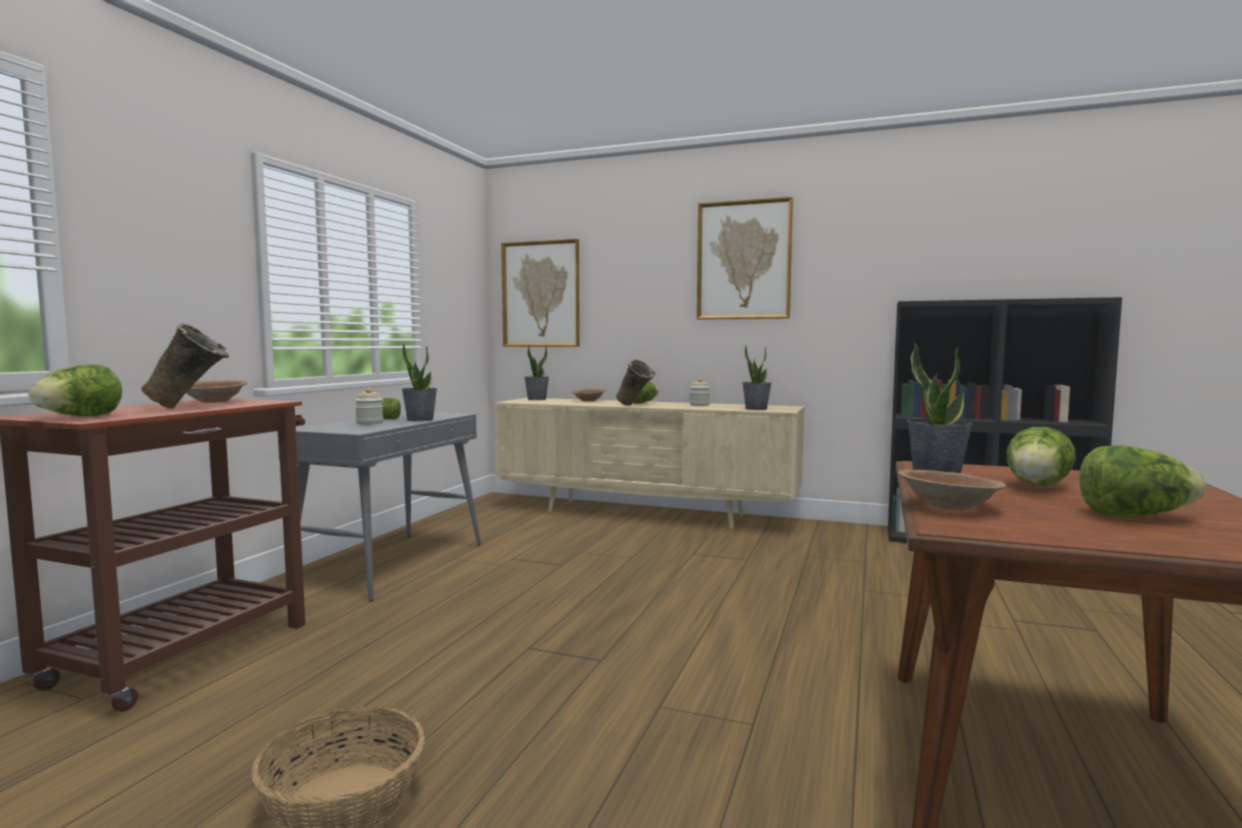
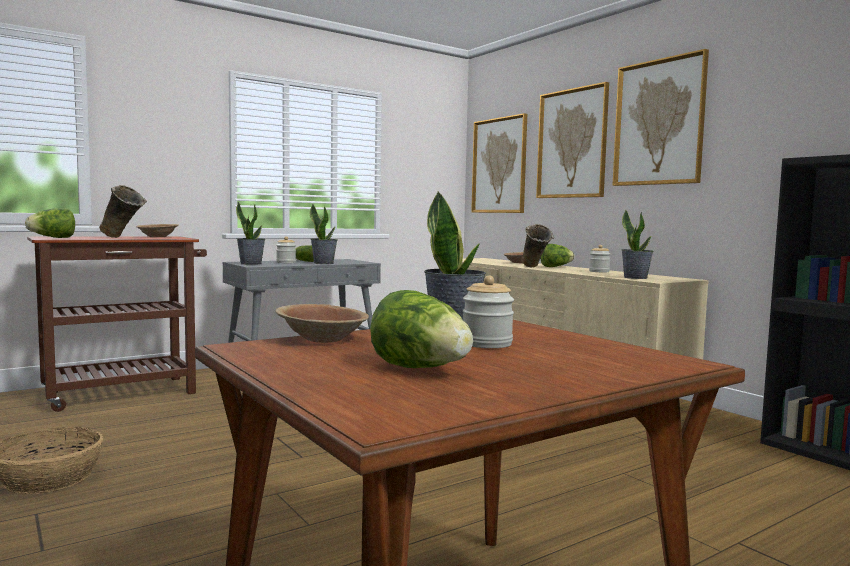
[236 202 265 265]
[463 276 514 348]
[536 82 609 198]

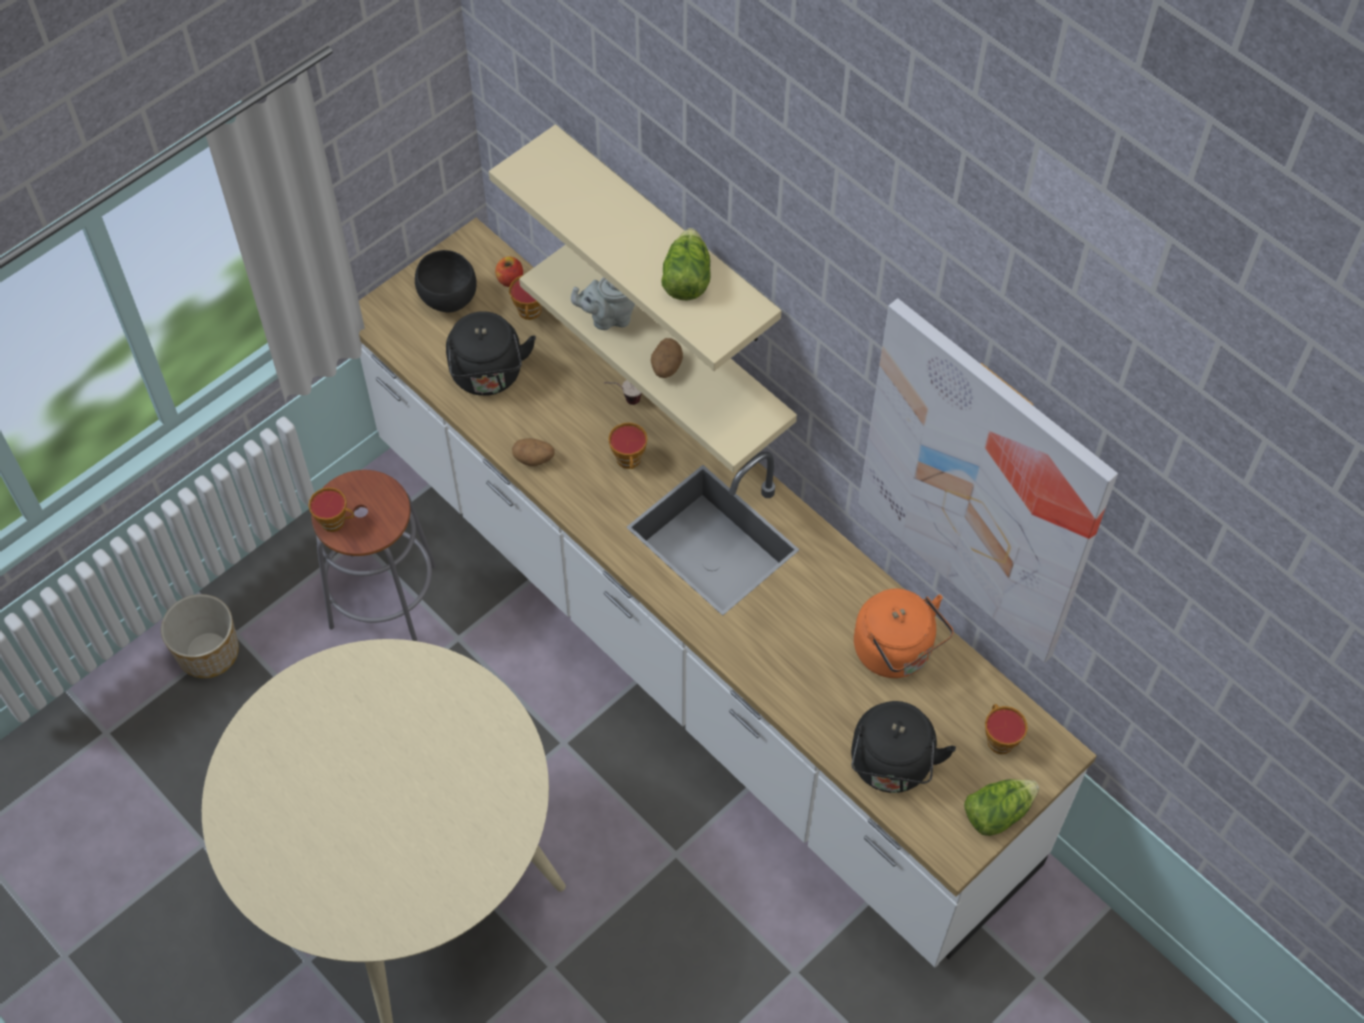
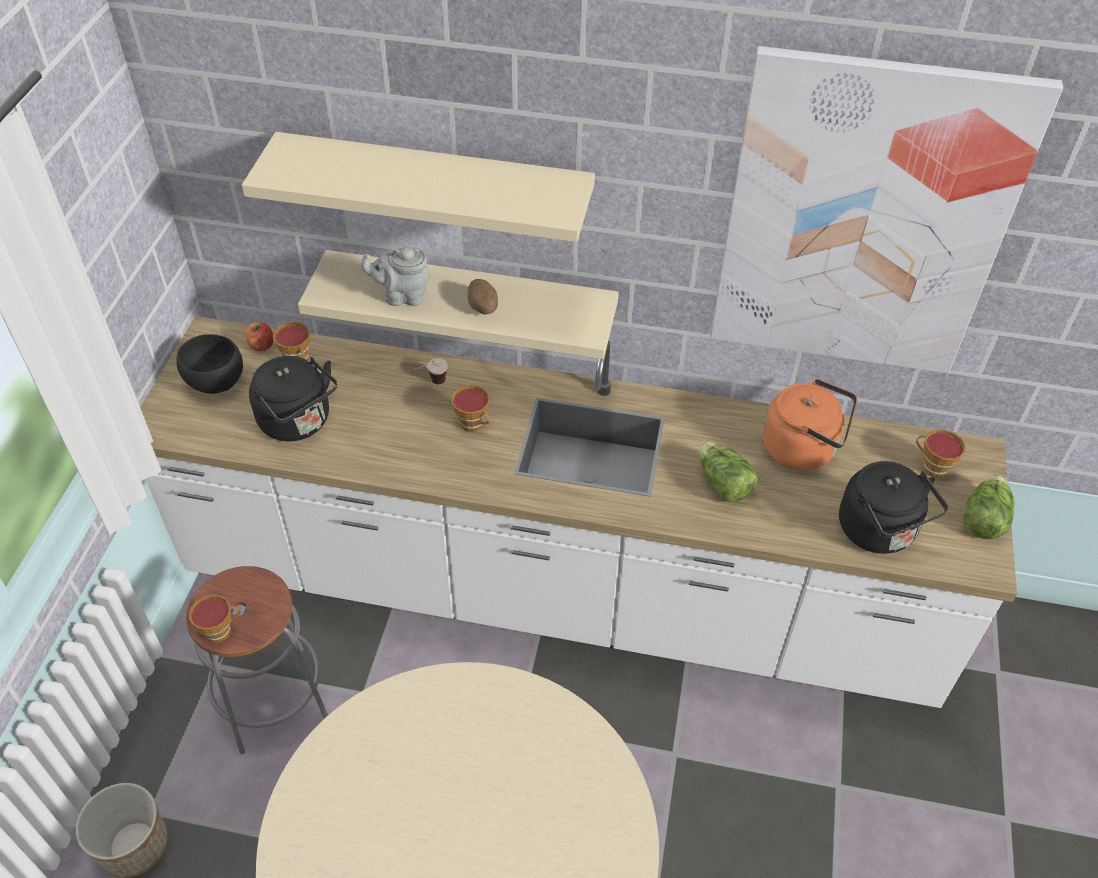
[700 441 757 503]
[361 246 430 306]
[512 438 554 467] (first image)

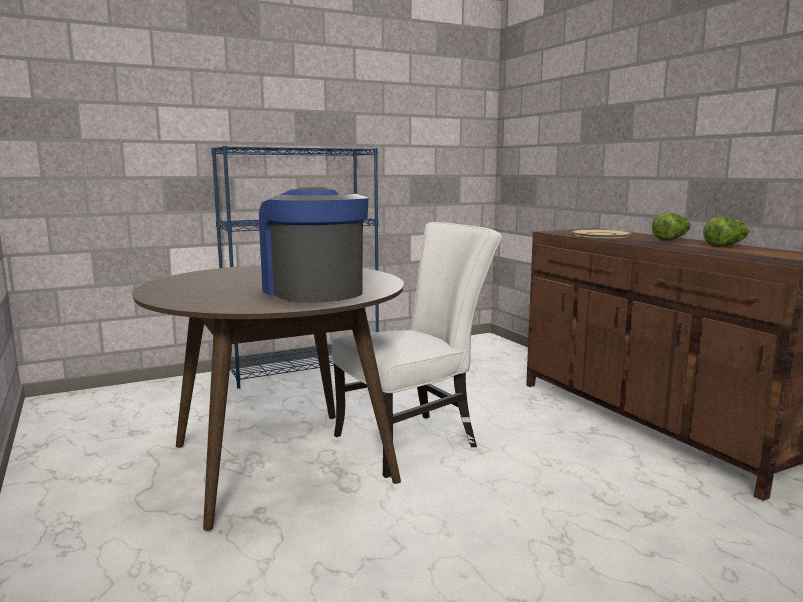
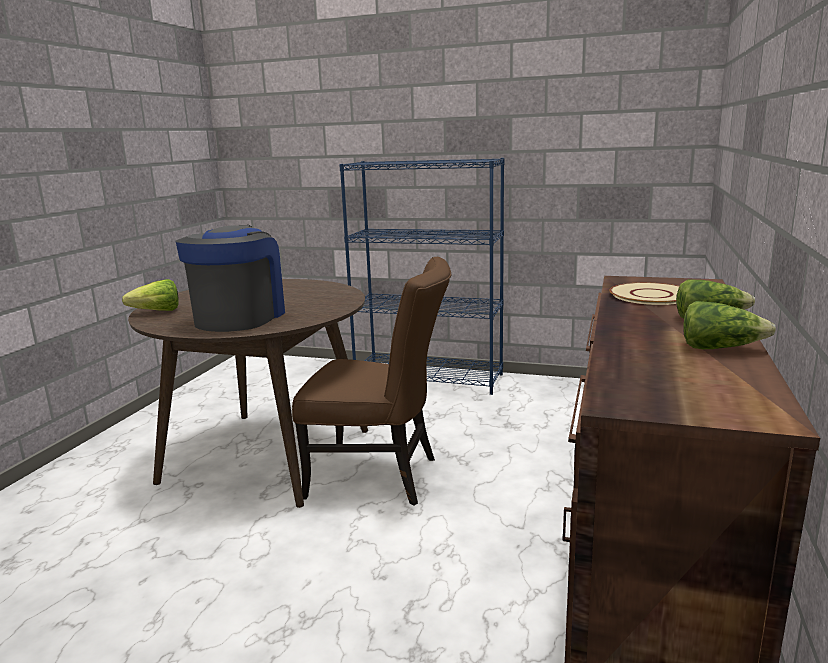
[292 257 451 506]
[122 279 179 311]

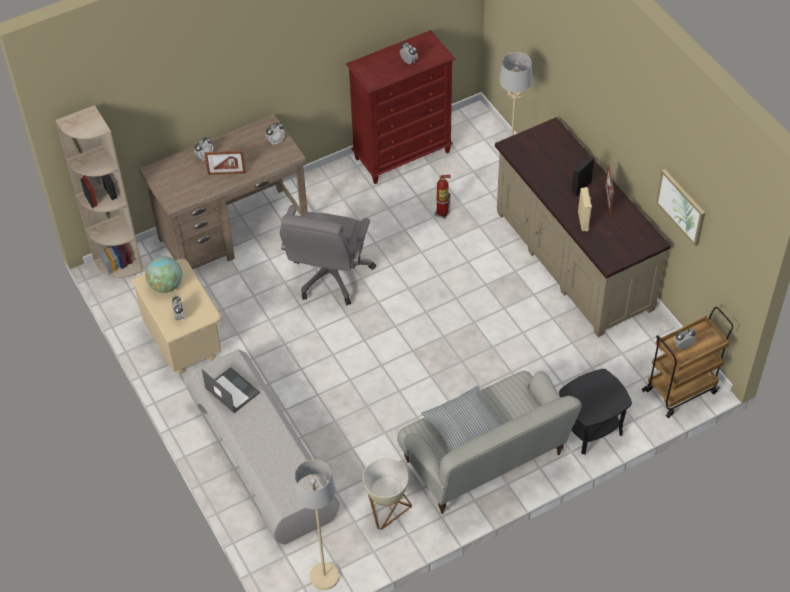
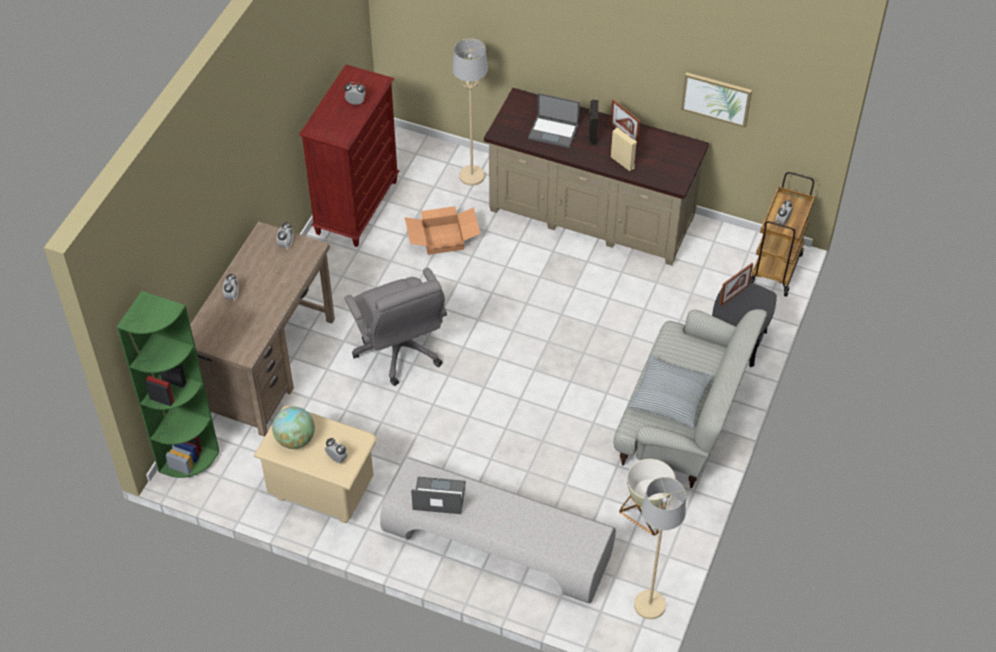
[117 291 220 478]
[719 263 753 306]
[405 206 480 255]
[528 93 580 148]

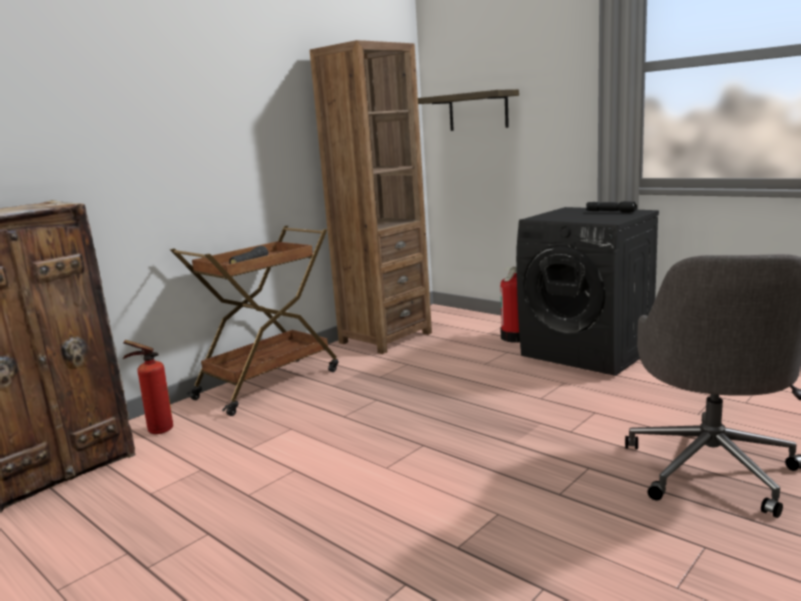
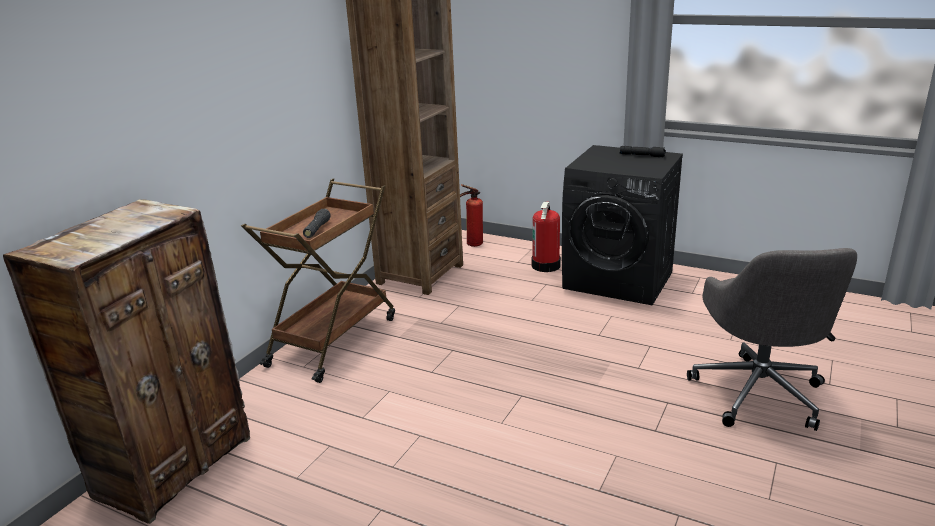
[418 89 519 131] (first image)
[460 184 483 247]

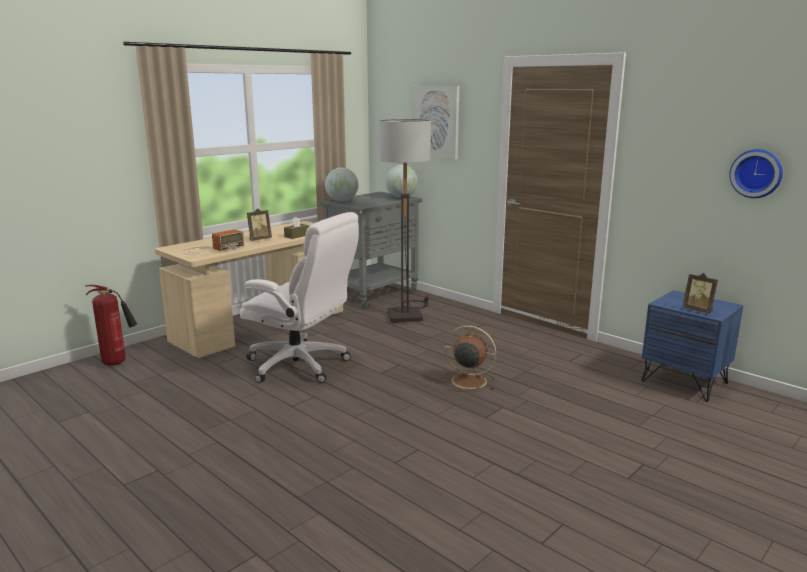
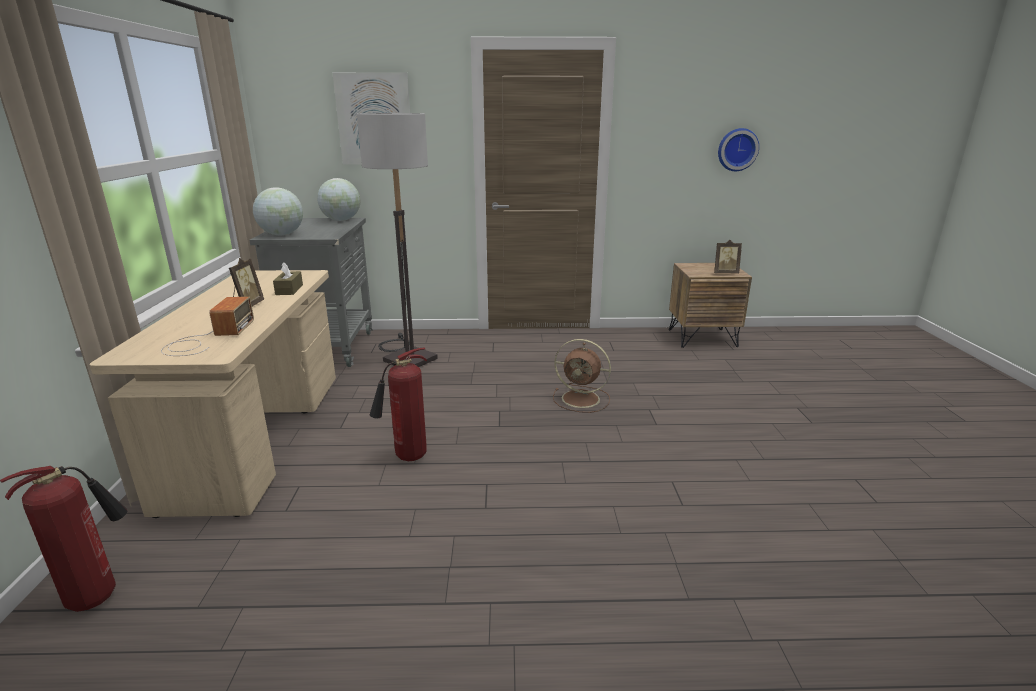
[369 347 427 461]
[669 263 752 348]
[553 339 611 413]

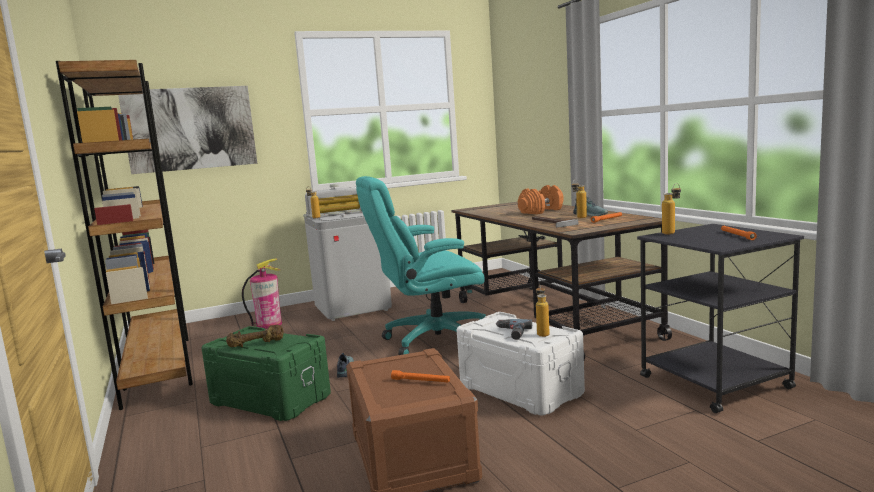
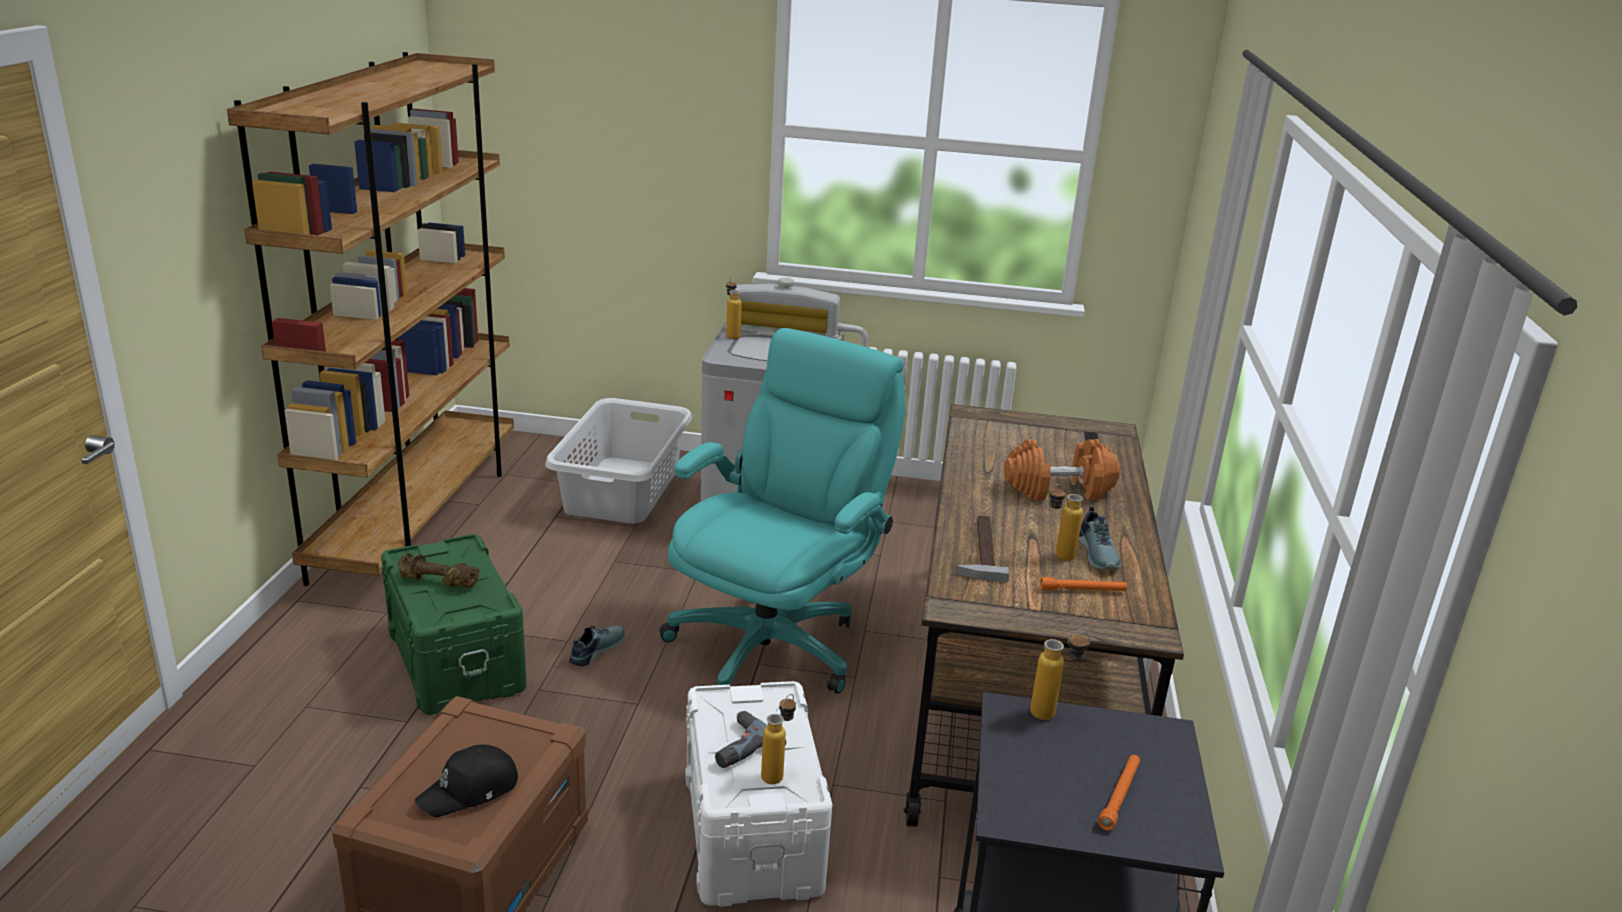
[118 86 257 174] (first image)
[660 328 905 694]
[545 398 692 523]
[415 744 518 817]

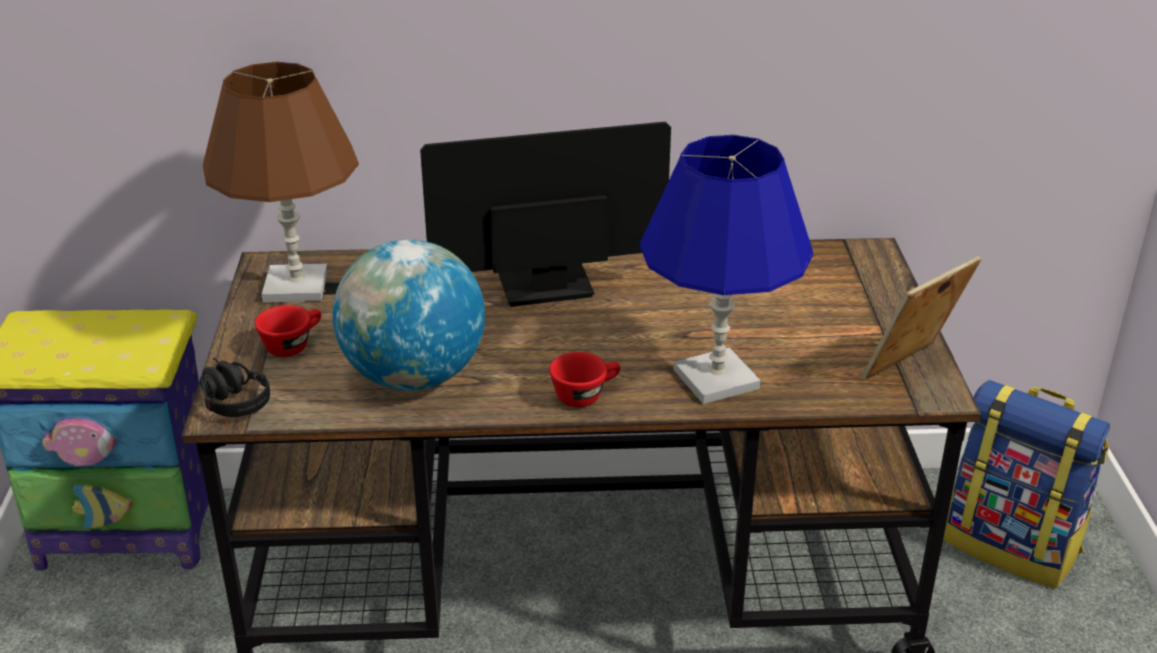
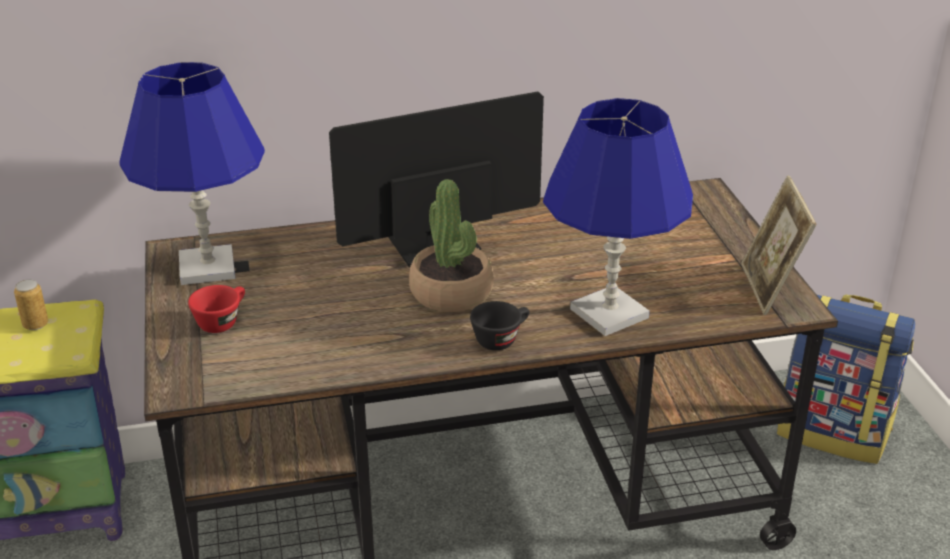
[119 62 265 285]
[333 239 485 391] (first image)
[741 175 817 315]
[470 301 530 350]
[200 358 270 417] (first image)
[409 179 494 312]
[14 279 48 330]

